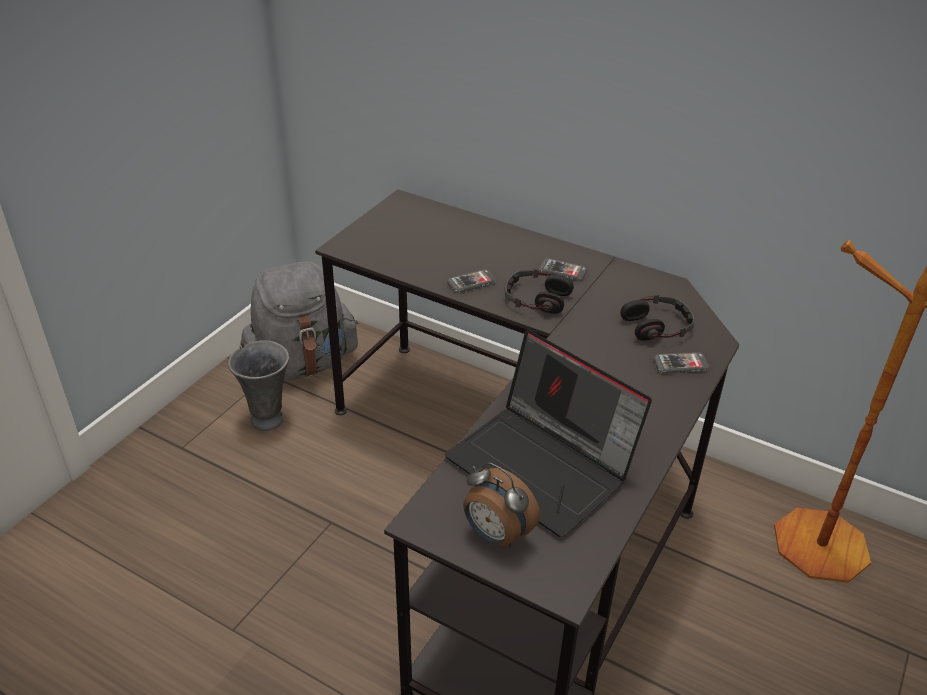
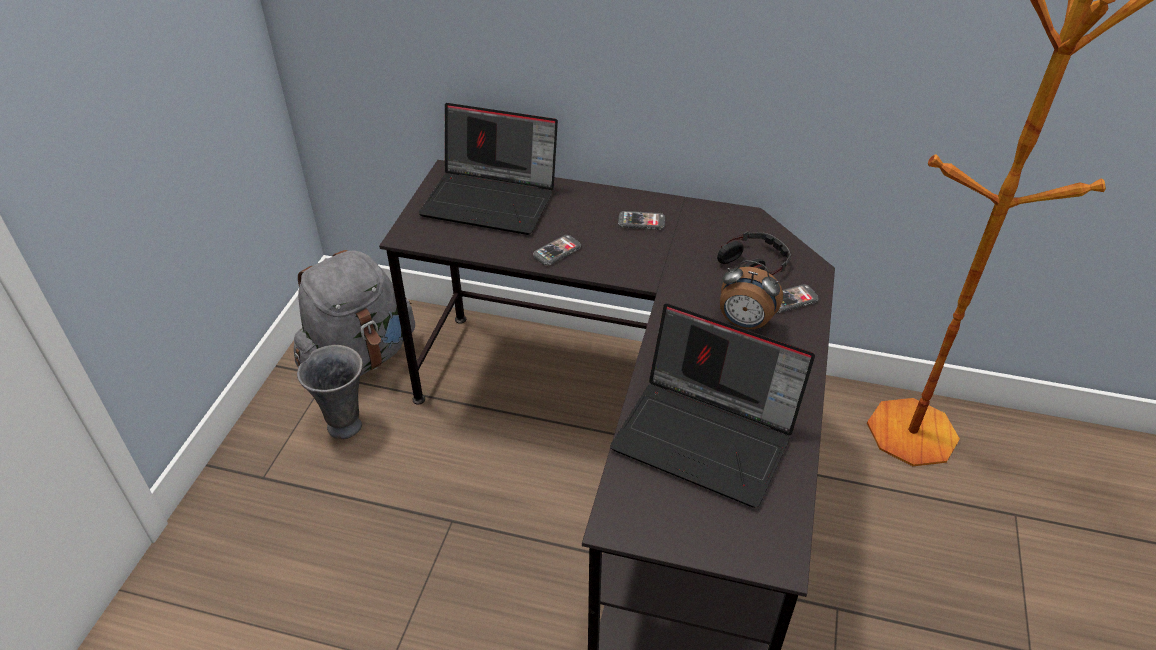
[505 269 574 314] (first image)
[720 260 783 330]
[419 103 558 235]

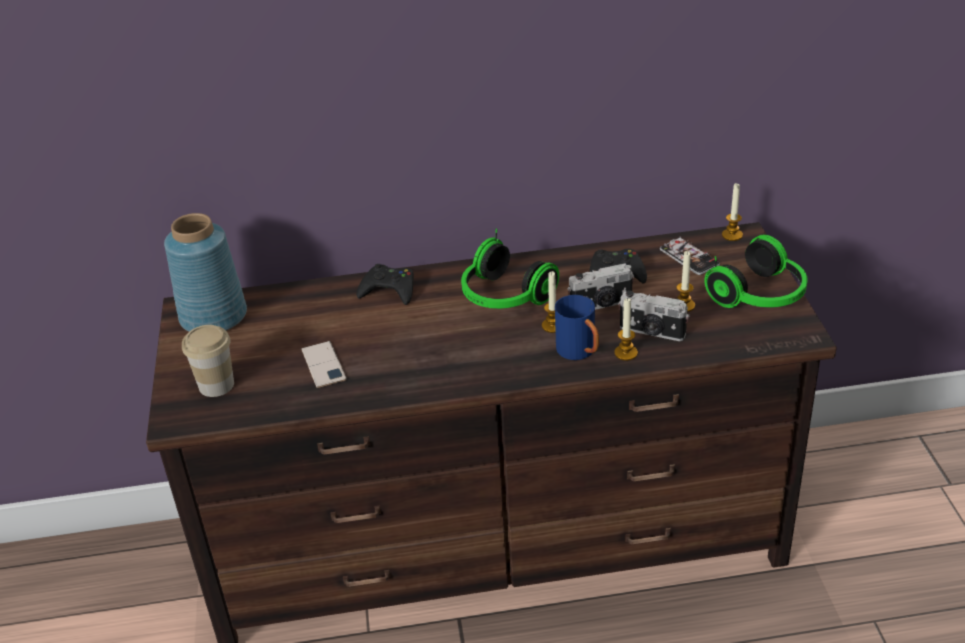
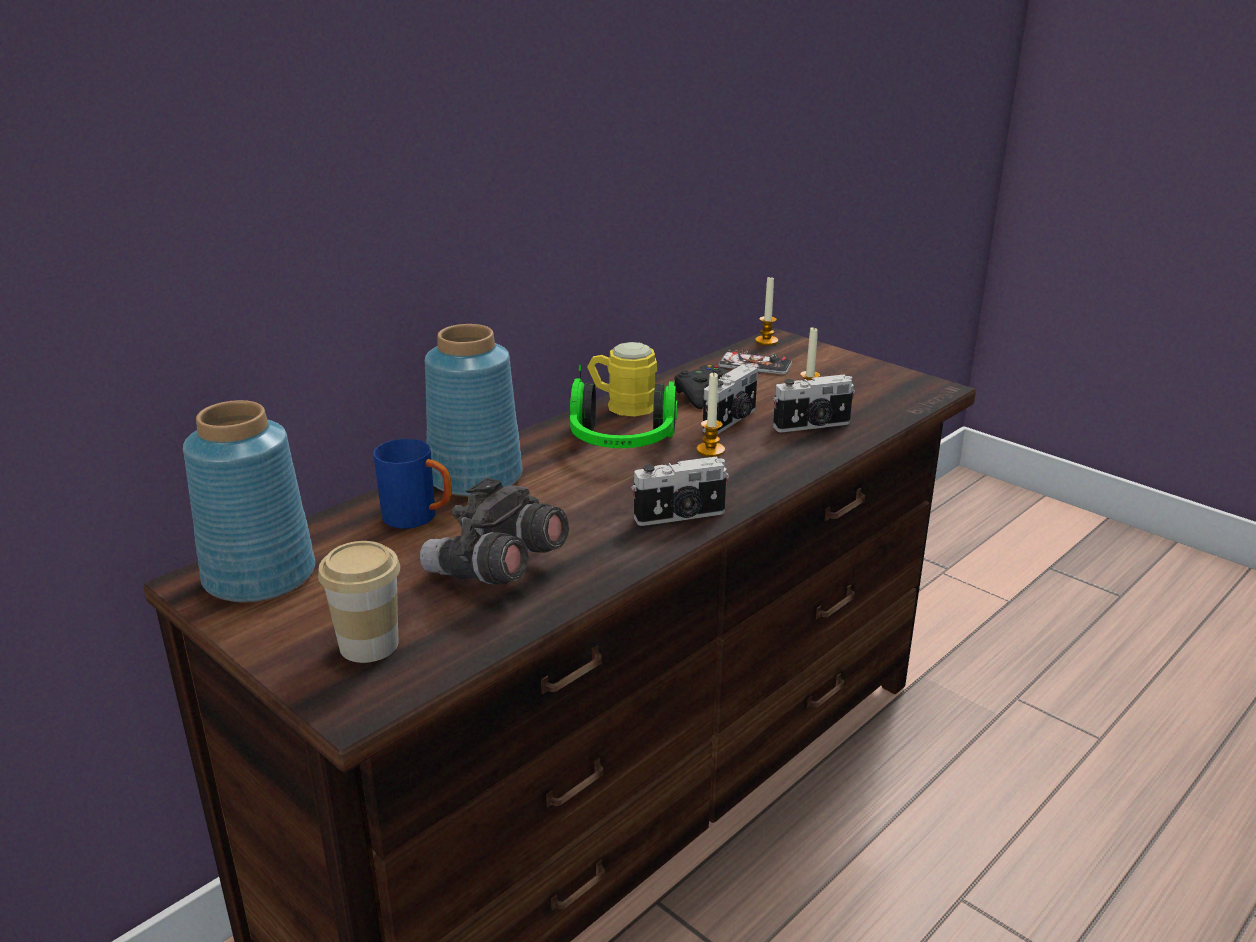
[704 235 808 308] (first image)
[425 324 523 497]
[373 439 452 529]
[614 298 638 361] (first image)
[420 478 569 585]
[587 342 657 417]
[631 456 729 526]

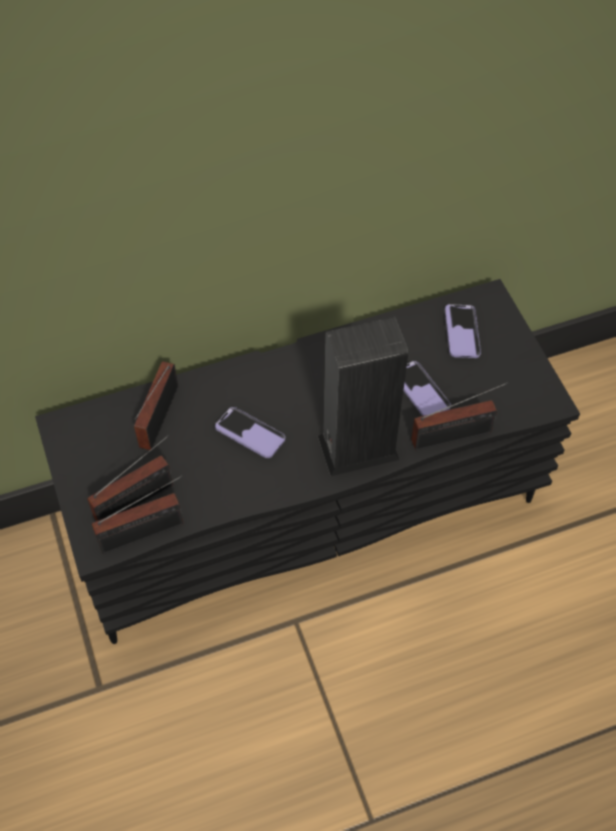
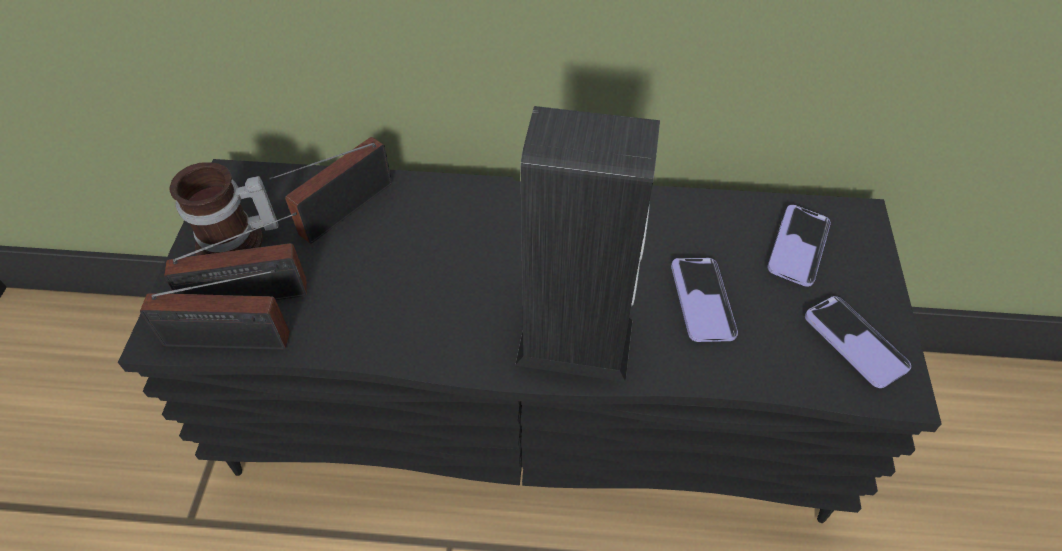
[411 382 508 450] (first image)
[805 296 911 388]
[170 162 279 256]

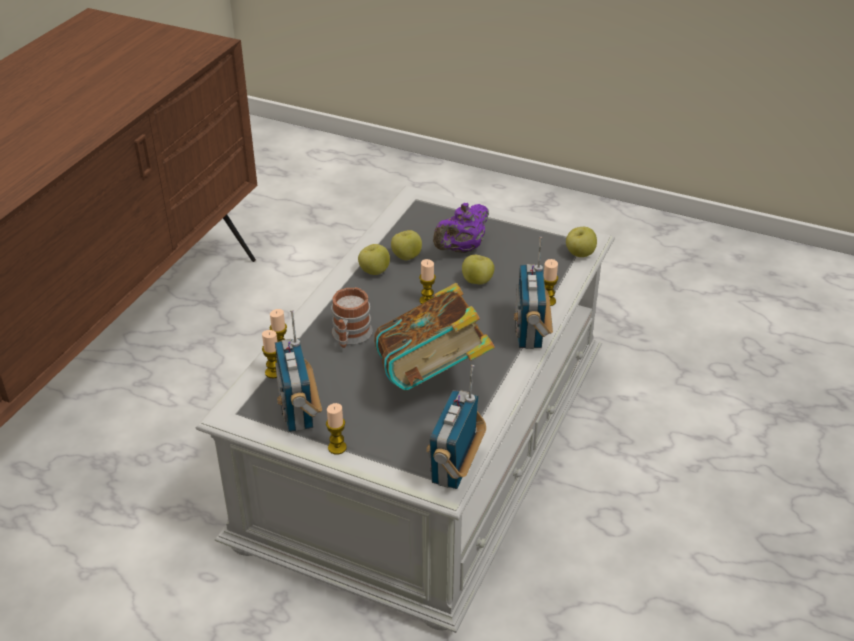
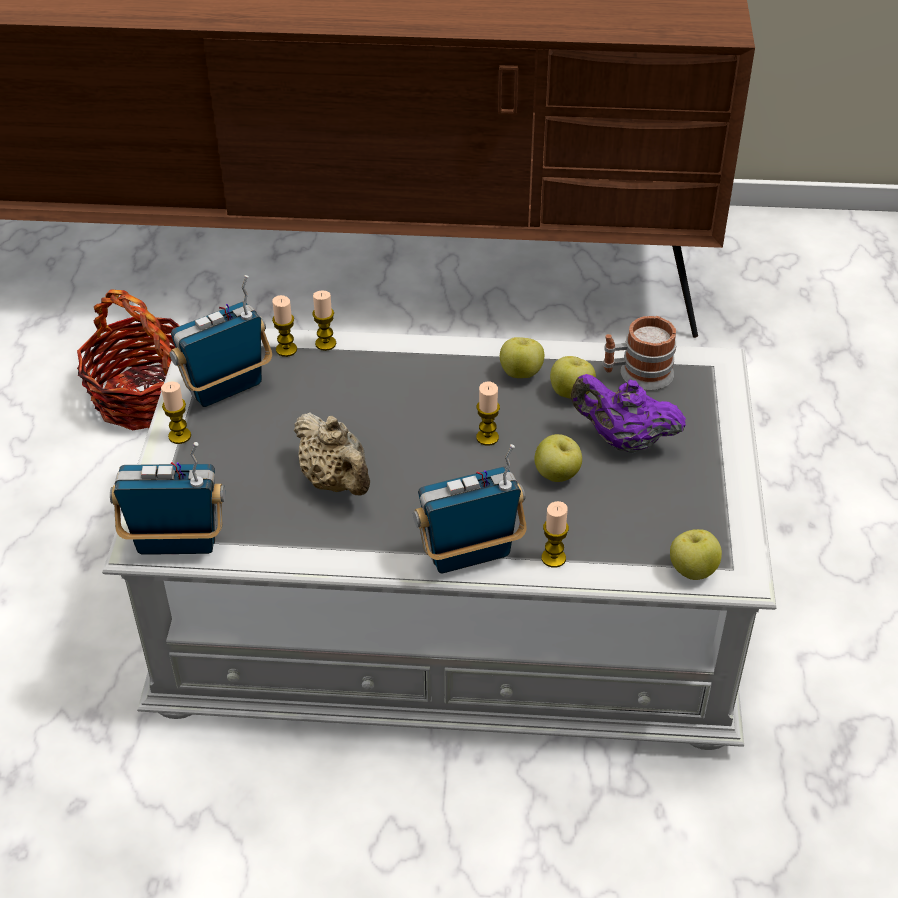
[294 413 370 496]
[603 316 677 390]
[77 290 180 430]

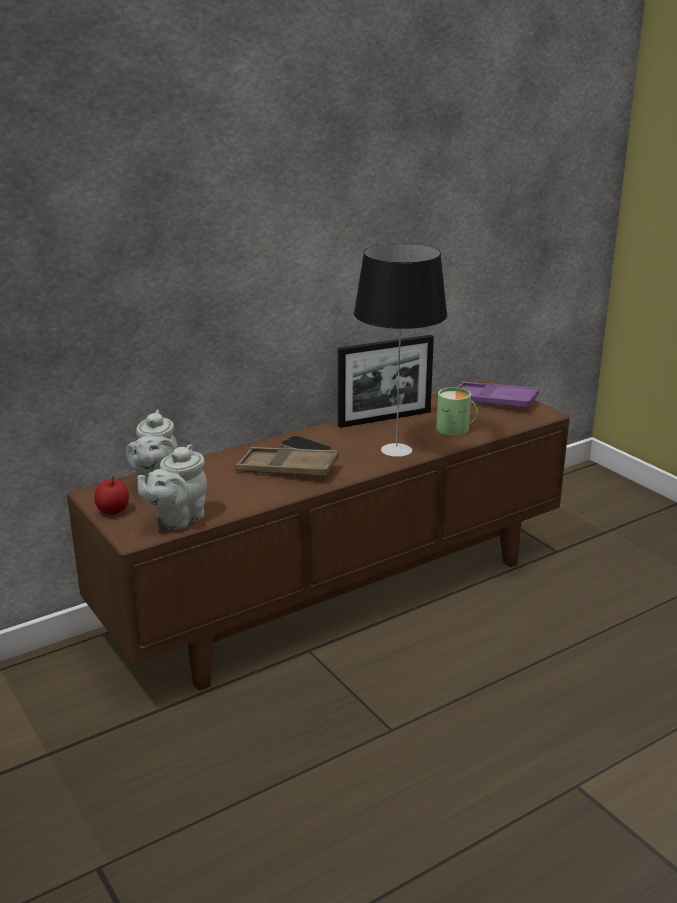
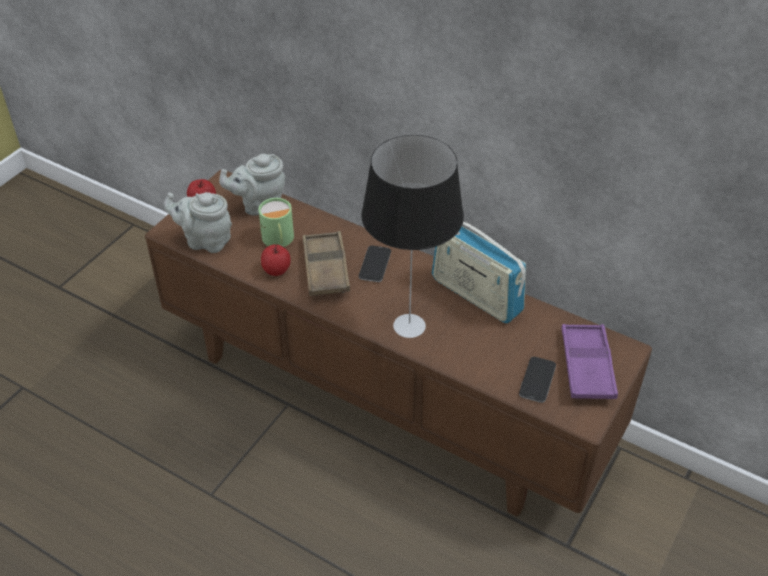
[432 222 526 323]
[259 198 294 247]
[261 244 290 276]
[519 357 556 403]

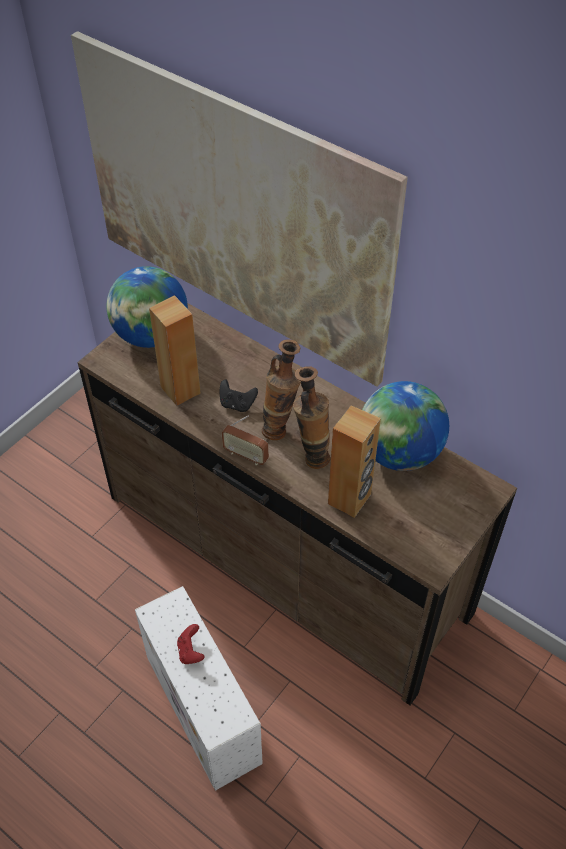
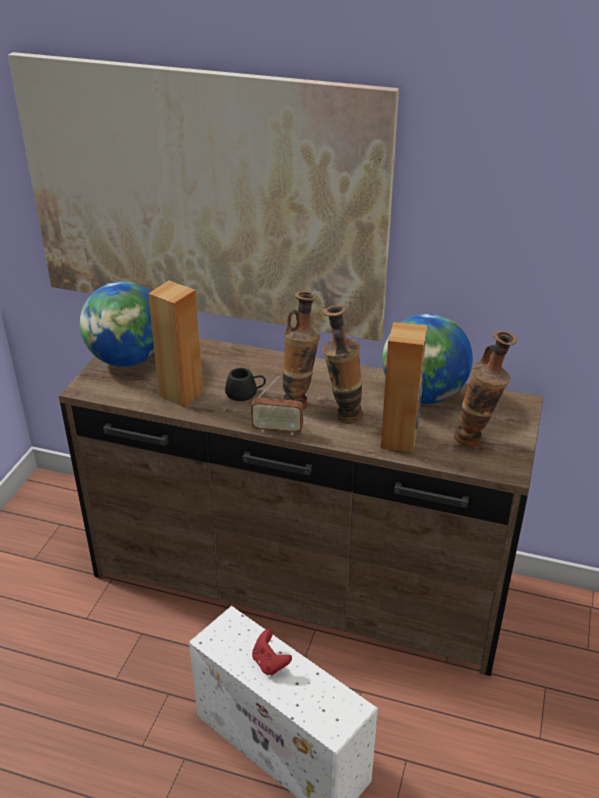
[225 368 266 401]
[454 331 517 447]

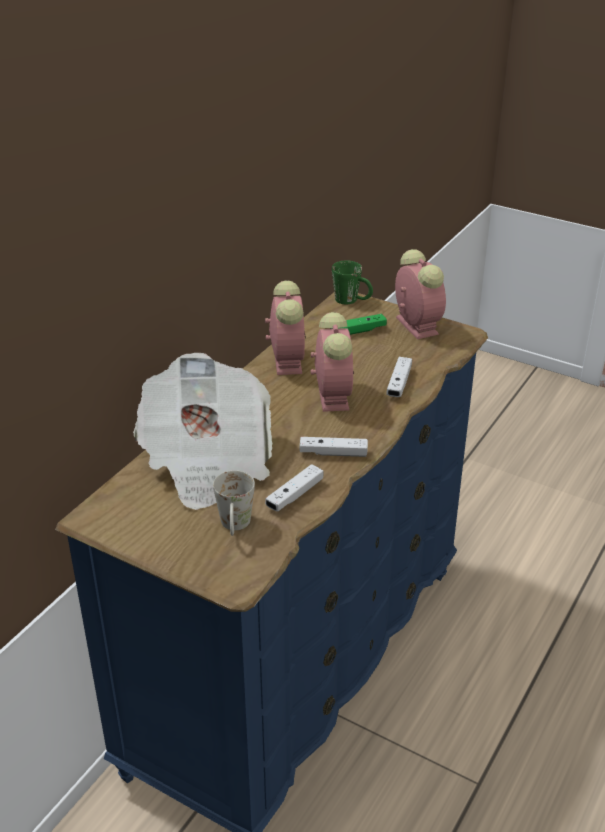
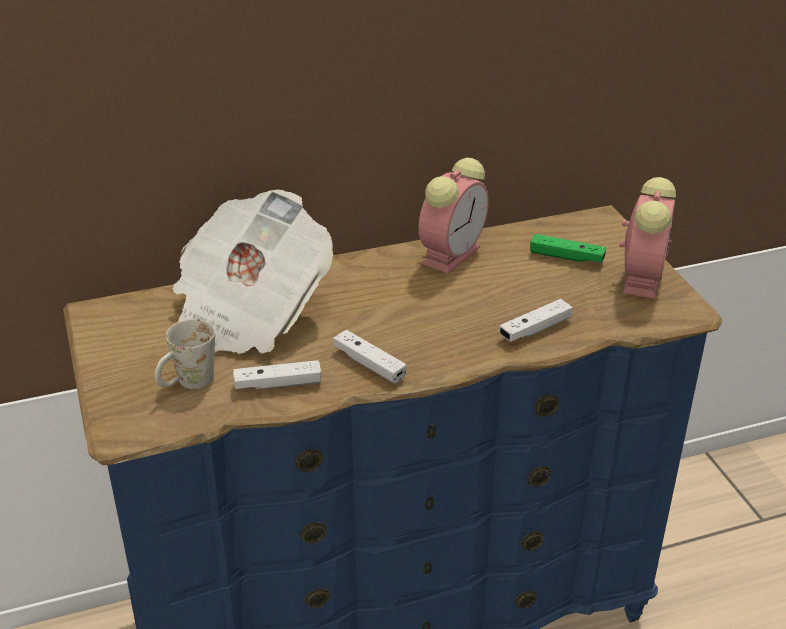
[332 260 373 305] (first image)
[311 312 354 412] (first image)

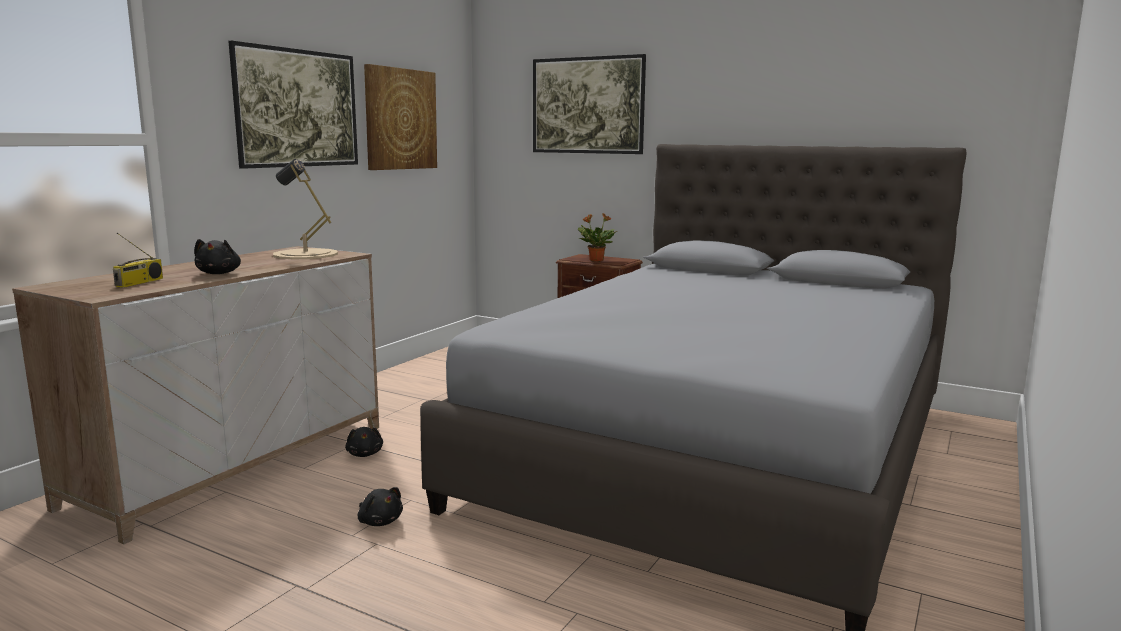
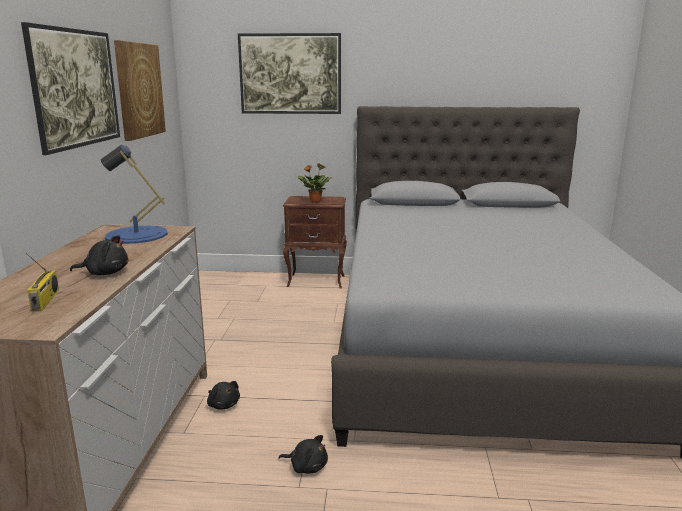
[101 145 168 244]
[70 235 128 275]

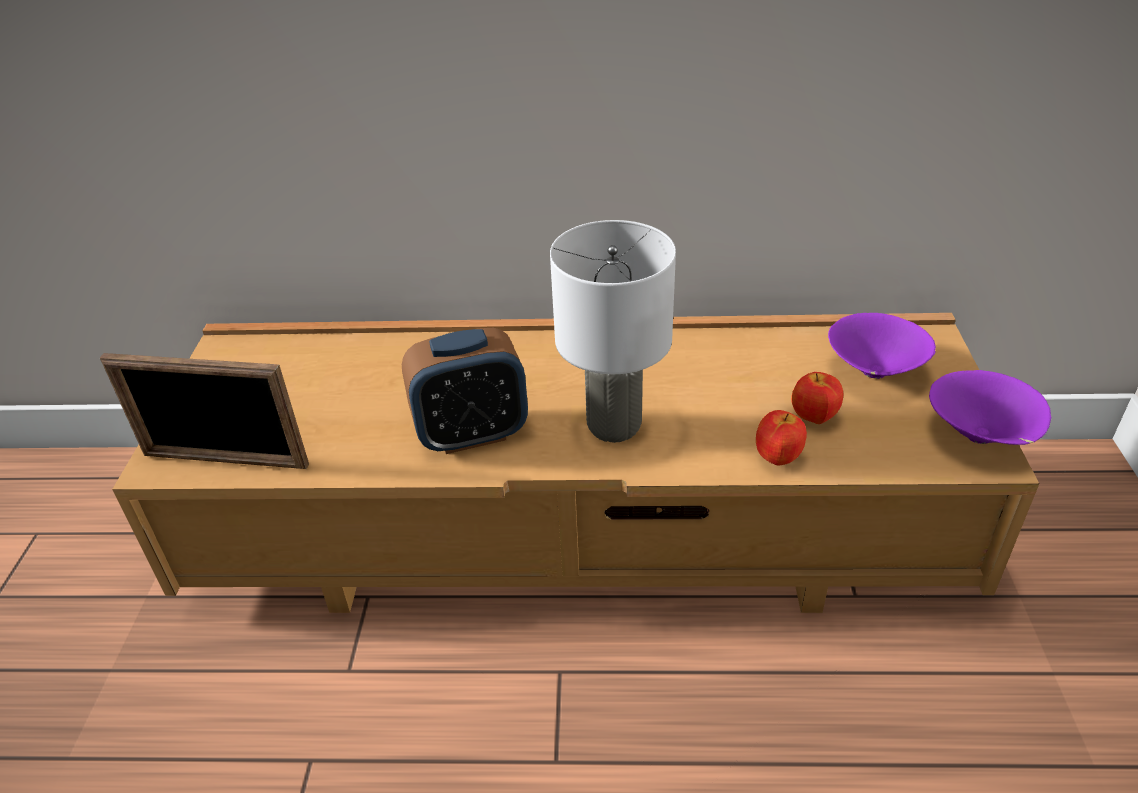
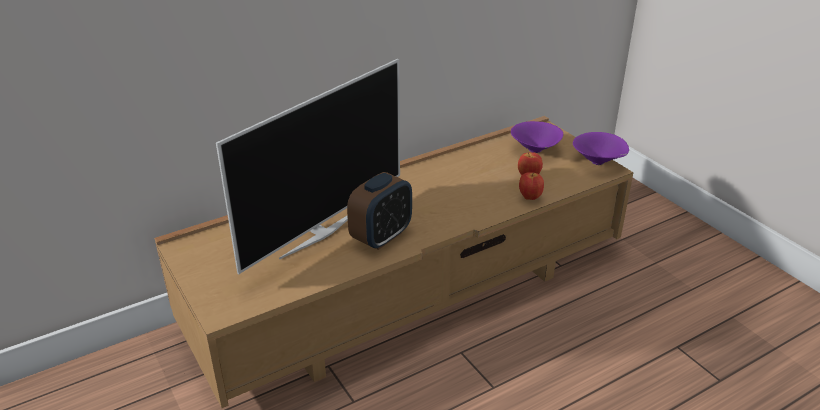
[550 220 676 443] (first image)
[100 353 309 469] (first image)
[216 59 400 274]

